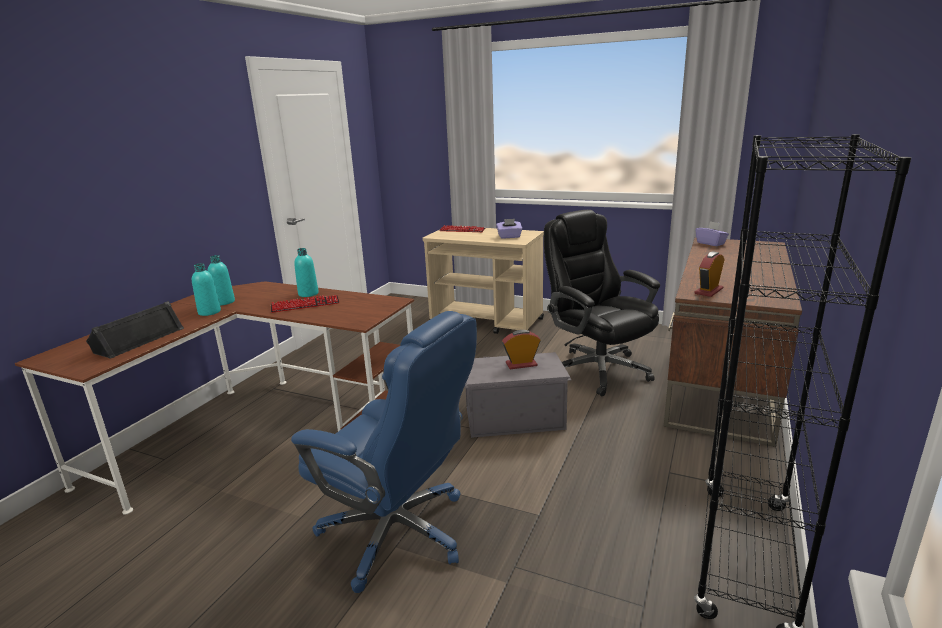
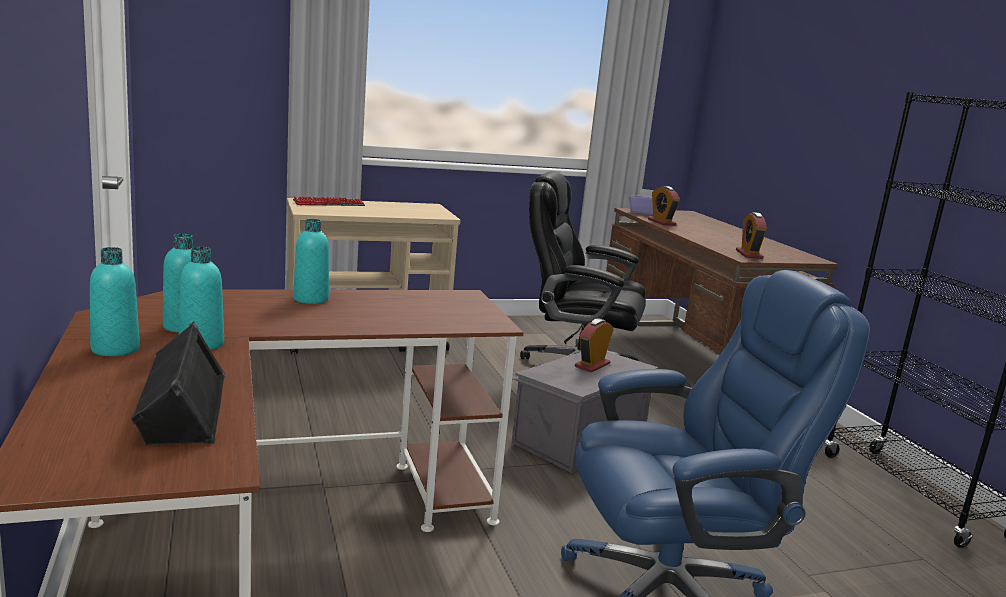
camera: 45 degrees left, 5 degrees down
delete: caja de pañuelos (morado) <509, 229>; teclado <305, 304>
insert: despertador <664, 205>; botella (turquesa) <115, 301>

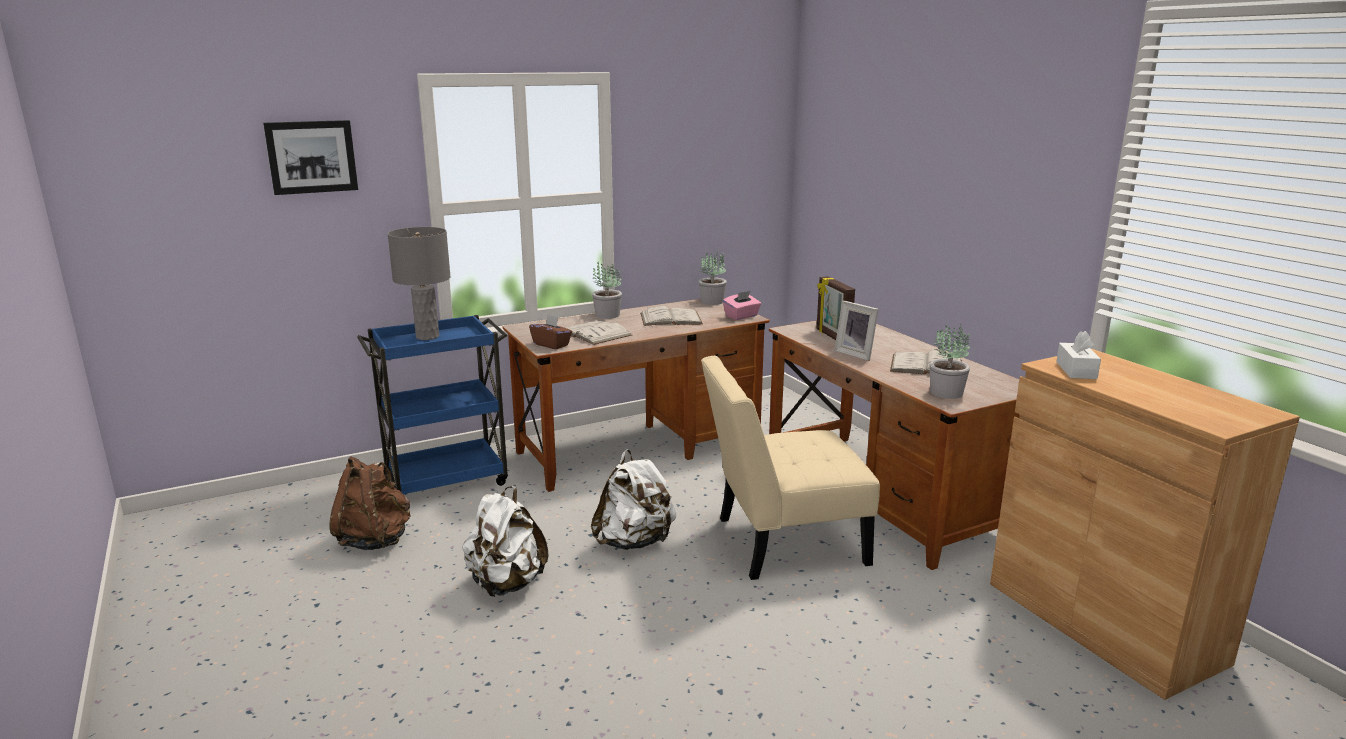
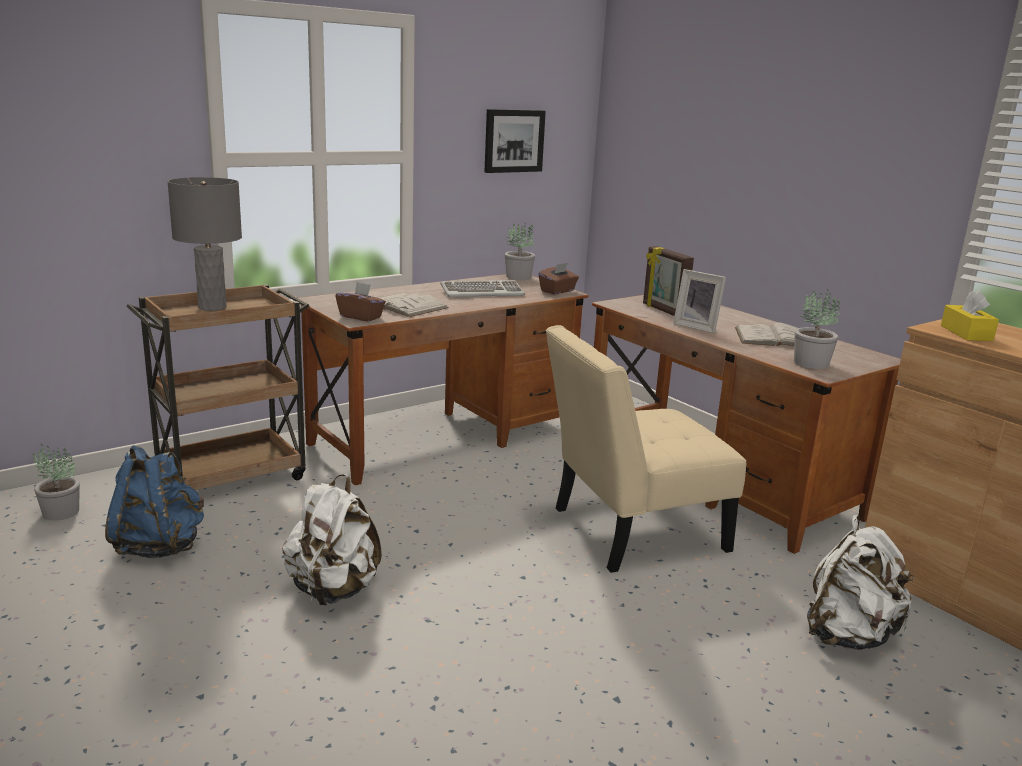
camera: 10 degrees left, 0 degrees up
move: cuadro <310, 157> to <515, 141>; planta en maceta <607, 290> to <56, 482>; mochila (blanco) <634, 500> to <861, 582>
replace: libro (blanco) <671, 316> to teclado <482, 288>
recolor: caja de pañuelos (rosa) <742, 305> to caja de pañuelos (marrón) <559, 278>; carrito (azul) <432, 404> to carrito (marrón) <218, 387>; caja de pañuelos (blanco) <1078, 355> to caja de pañuelos (amarillo) <970, 315>; mochila (marrón) <370, 503> to mochila (azul) <154, 501>

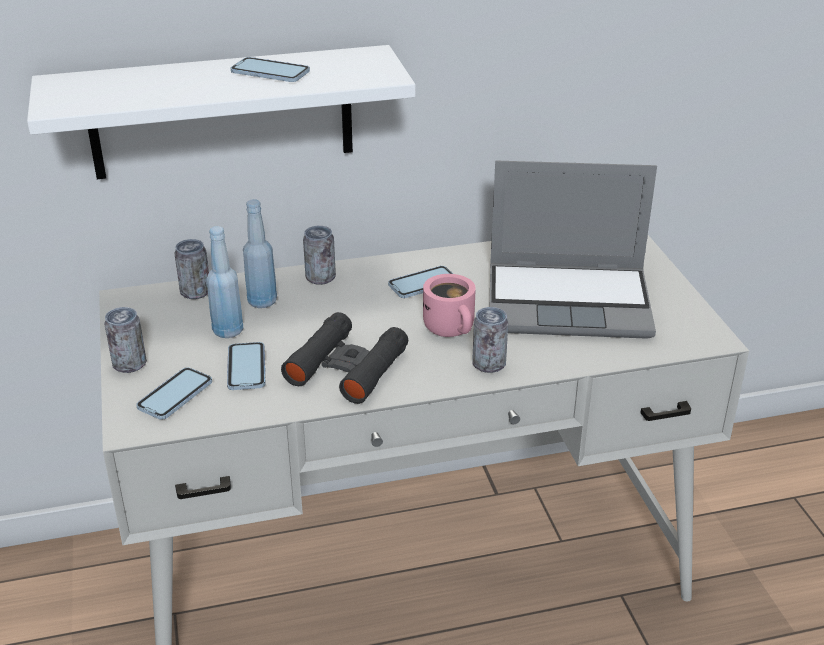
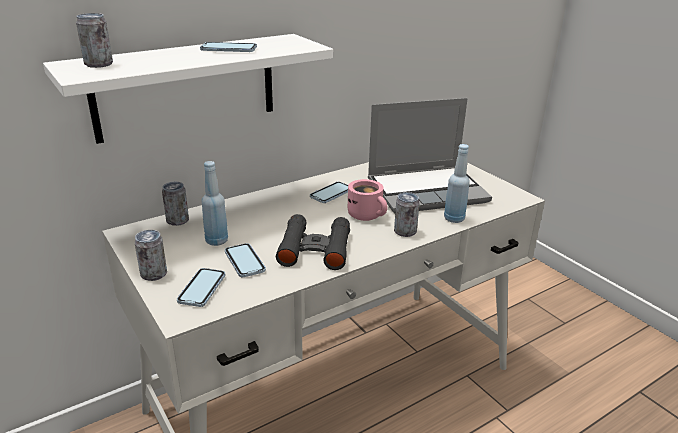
camera: 20 degrees left, 5 degrees down
move: botella (azul) <260, 253> to <457, 183>; lata <319, 255> to <94, 40>

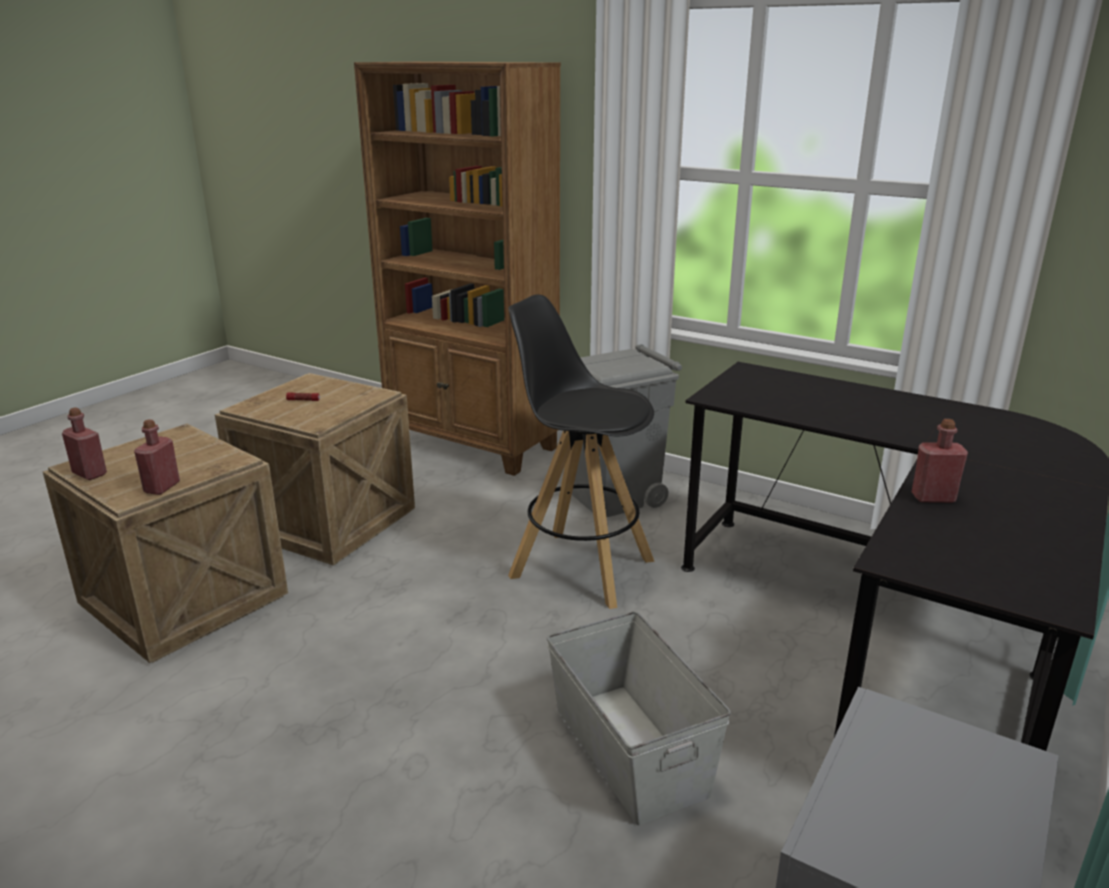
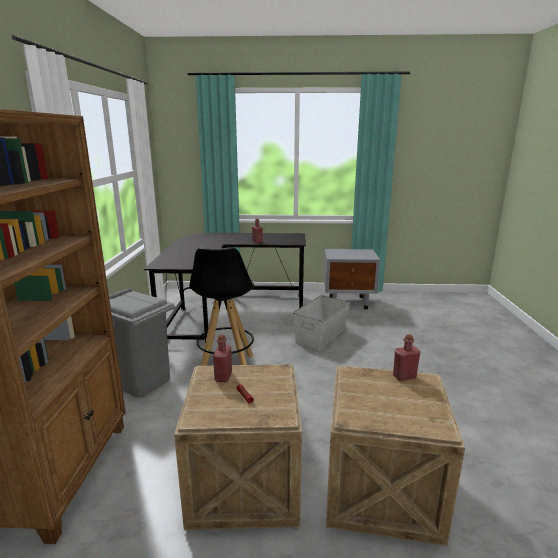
camera: 120 degrees left, 5 degrees down
move: botella (rojo) <84, 444> to <222, 358>

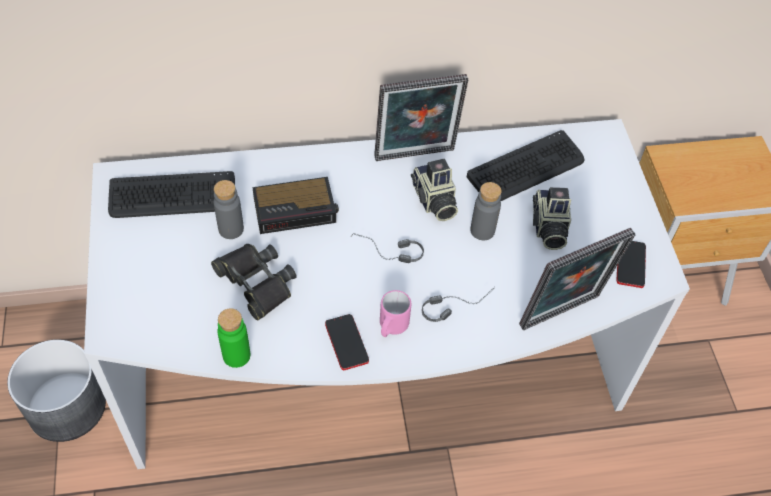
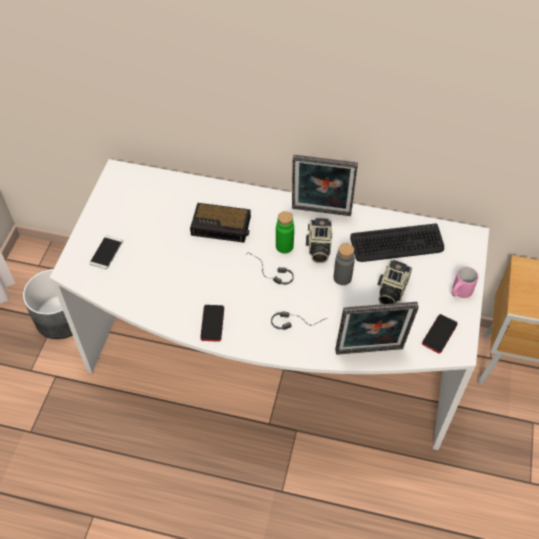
camera: 25 degrees right, 0 degrees up
delete: teclado <171, 194>; botella (gris) <229, 209>; prismáticos (negro) <254, 282>
insert: móvil <106, 252>
move: taza grande (rosa) <395, 313> to <465, 282>; botella (verde) <234, 338> to <285, 232>

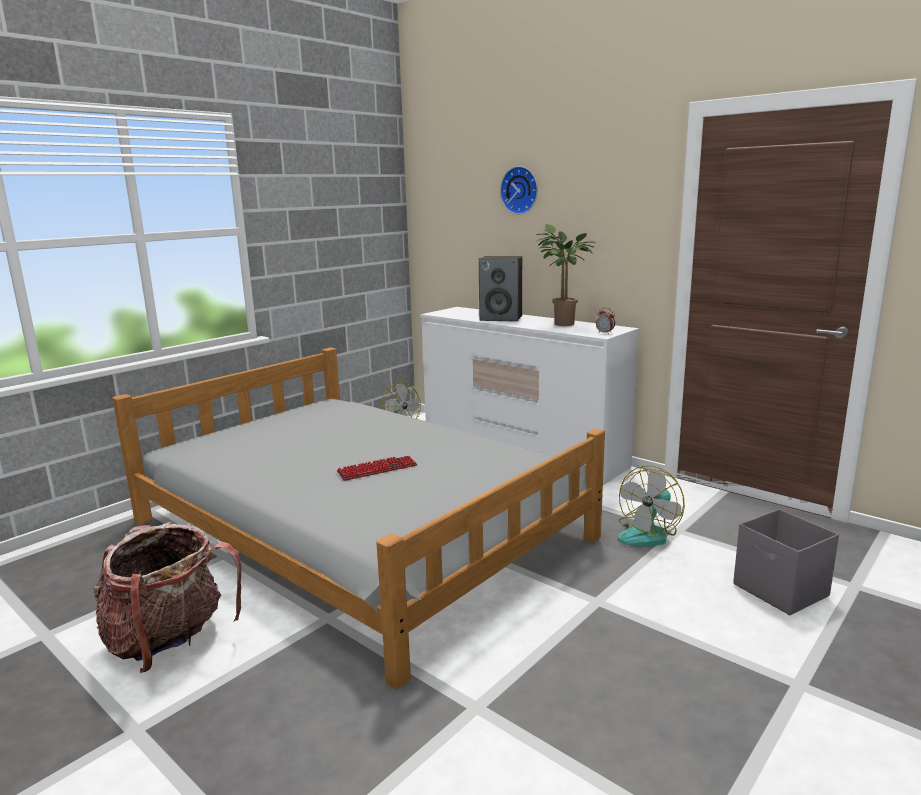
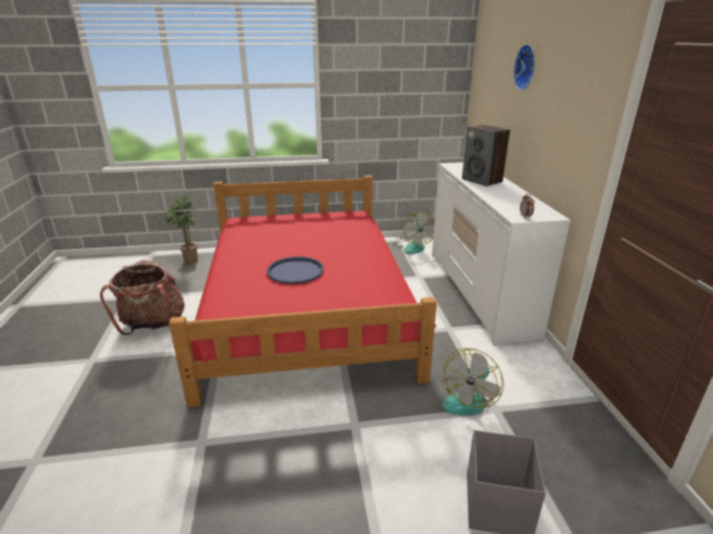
camera: 40 degrees right, 10 degrees up
move: planta en maceta <566, 275> to <180, 229>
replace: teclado <377, 468> to bandeja (azul) <295, 270>
recolor: cama (gris) <358, 518> to cama (rojo) <303, 291>
rotate: ventilador <651, 506> = <473, 381> 45 degrees counterclockwise

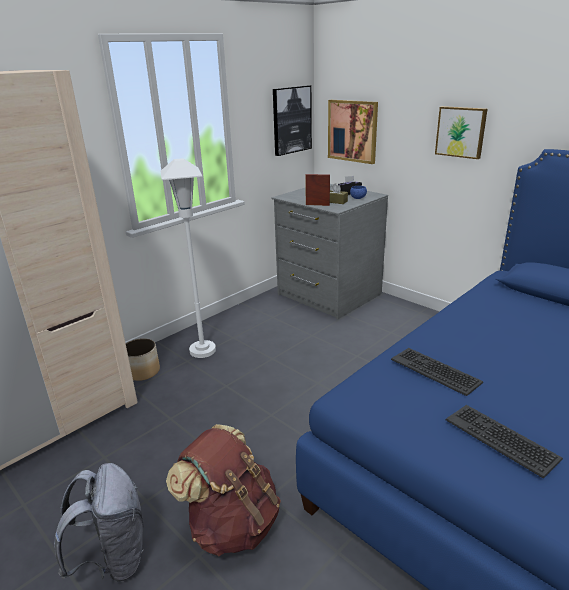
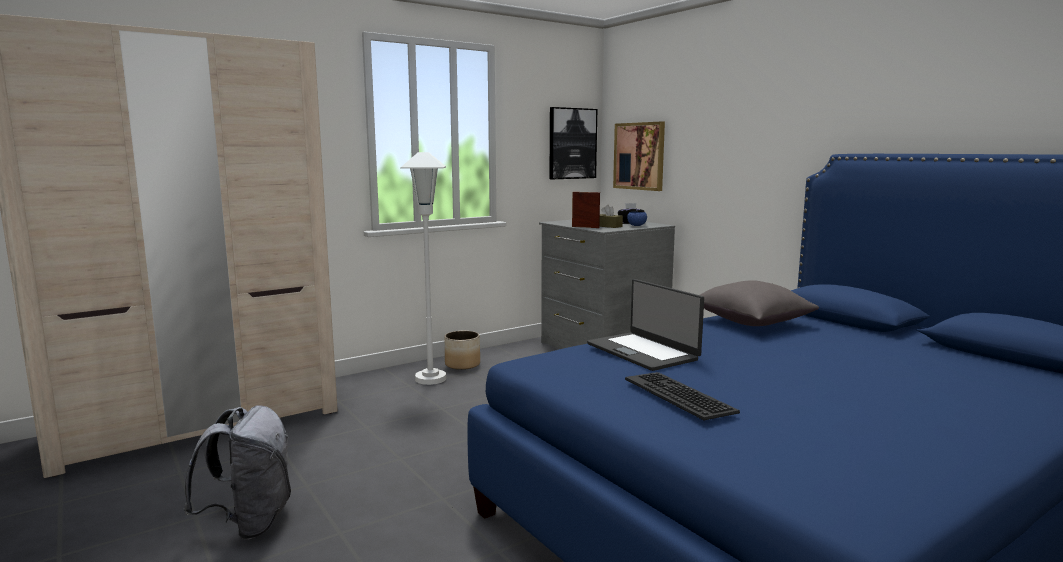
camera: 10 degrees right, 15 degrees down
delete: cuadro <461, 132>; mochila (marrón) <223, 490>
insert: cojín (gris) <759, 303>
move: maceta <143, 359> to <462, 350>
replace: teclado <437, 372> to portátil <645, 325>

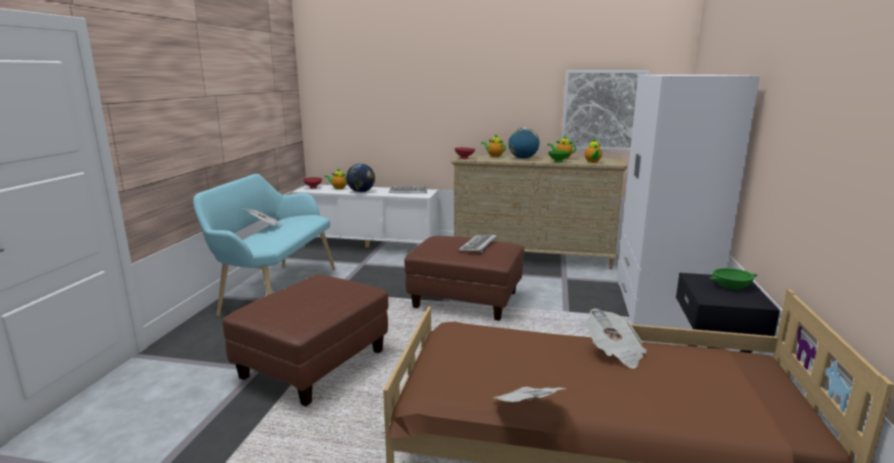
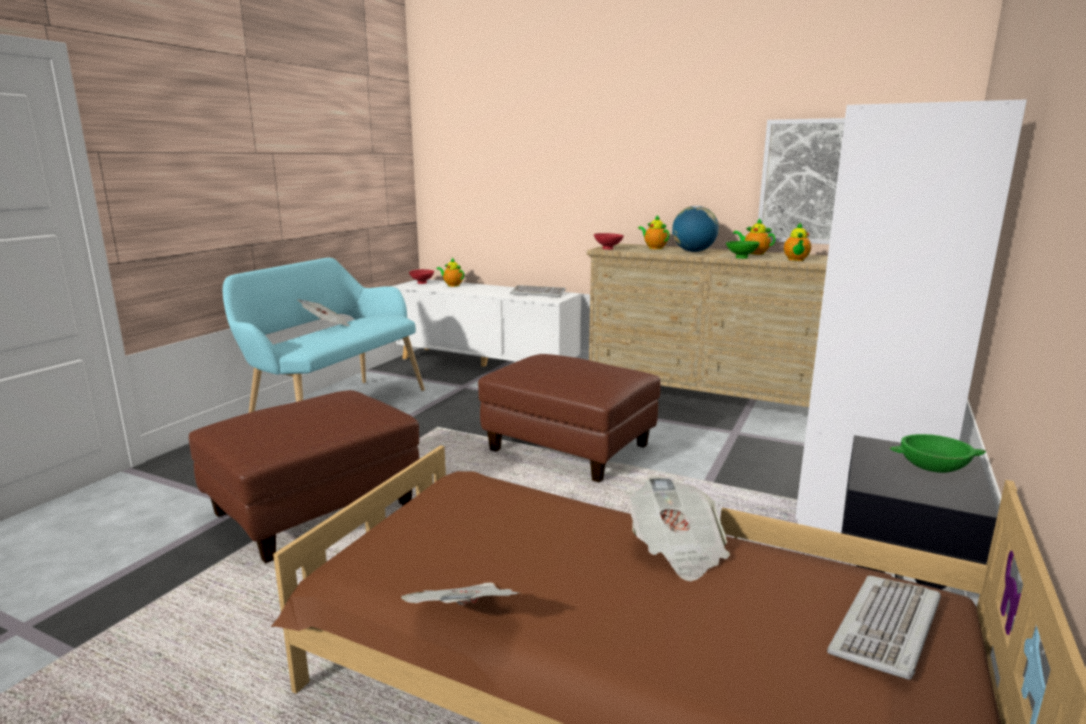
camera: 15 degrees right, 0 degrees up
delete: globo terráqueo <360, 178>
move: teclado <478, 243> to <884, 627>

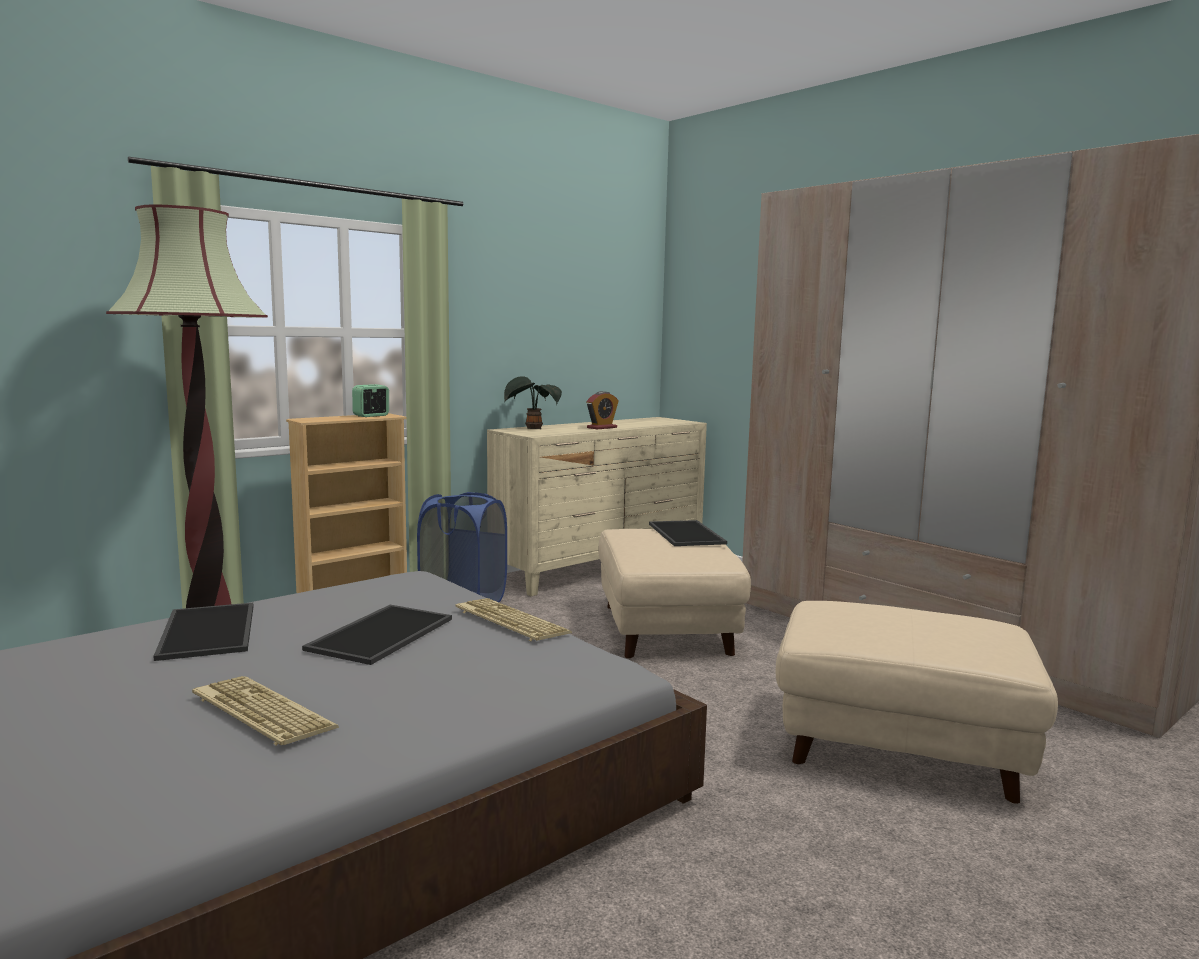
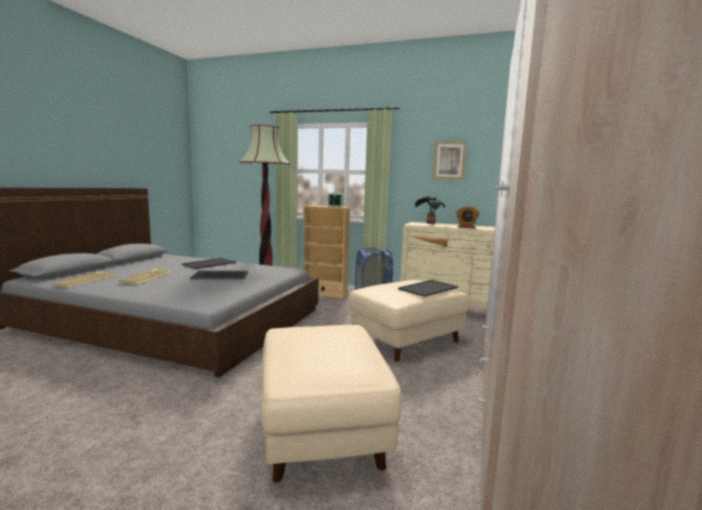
camera: 60 degrees right, 0 degrees up
insert: cuadro <449, 160>
move: teclado <513, 619> to <84, 279>

